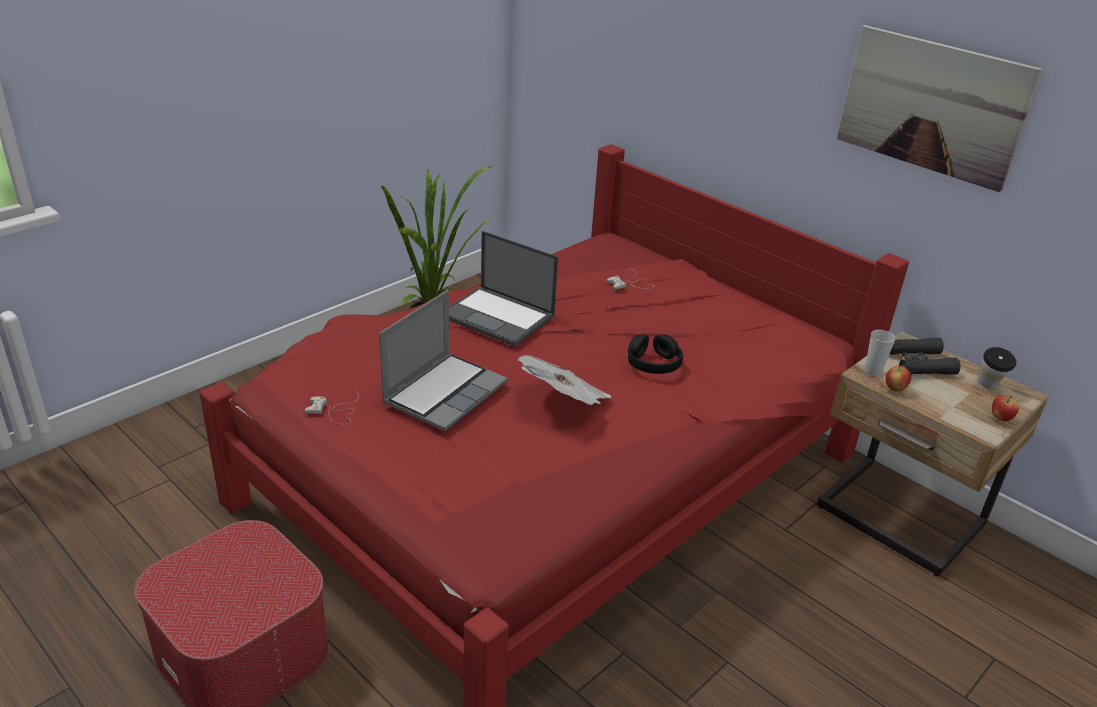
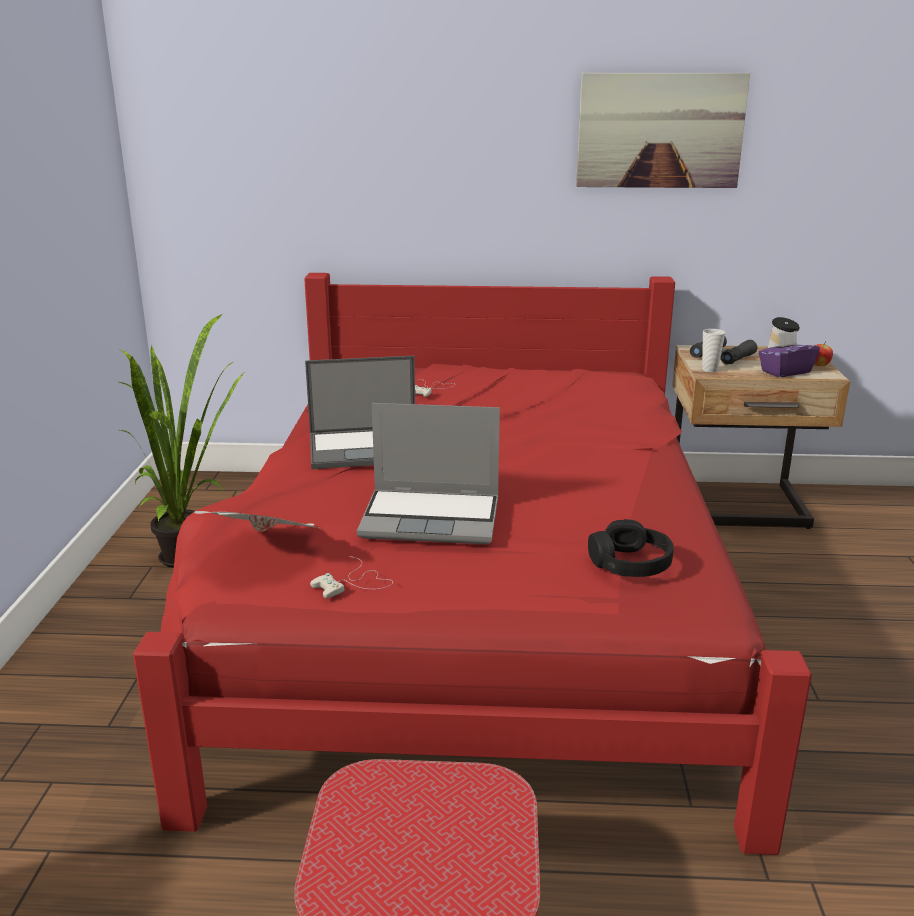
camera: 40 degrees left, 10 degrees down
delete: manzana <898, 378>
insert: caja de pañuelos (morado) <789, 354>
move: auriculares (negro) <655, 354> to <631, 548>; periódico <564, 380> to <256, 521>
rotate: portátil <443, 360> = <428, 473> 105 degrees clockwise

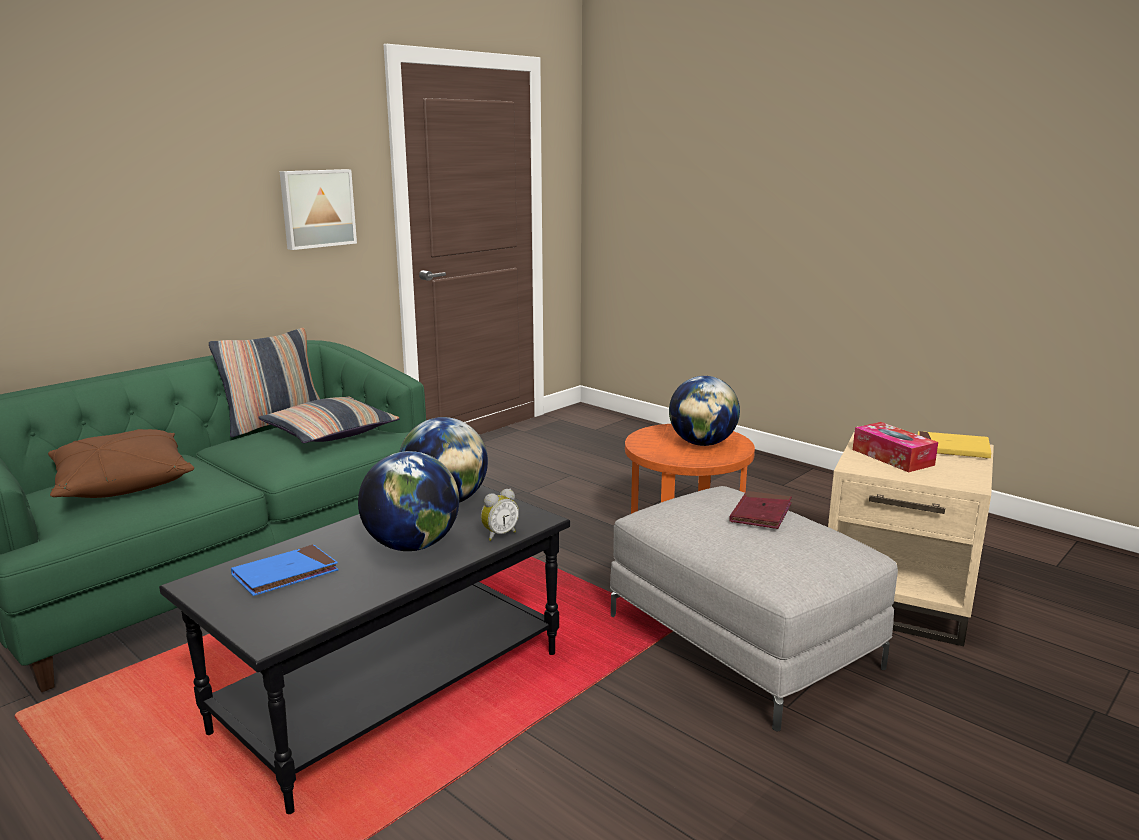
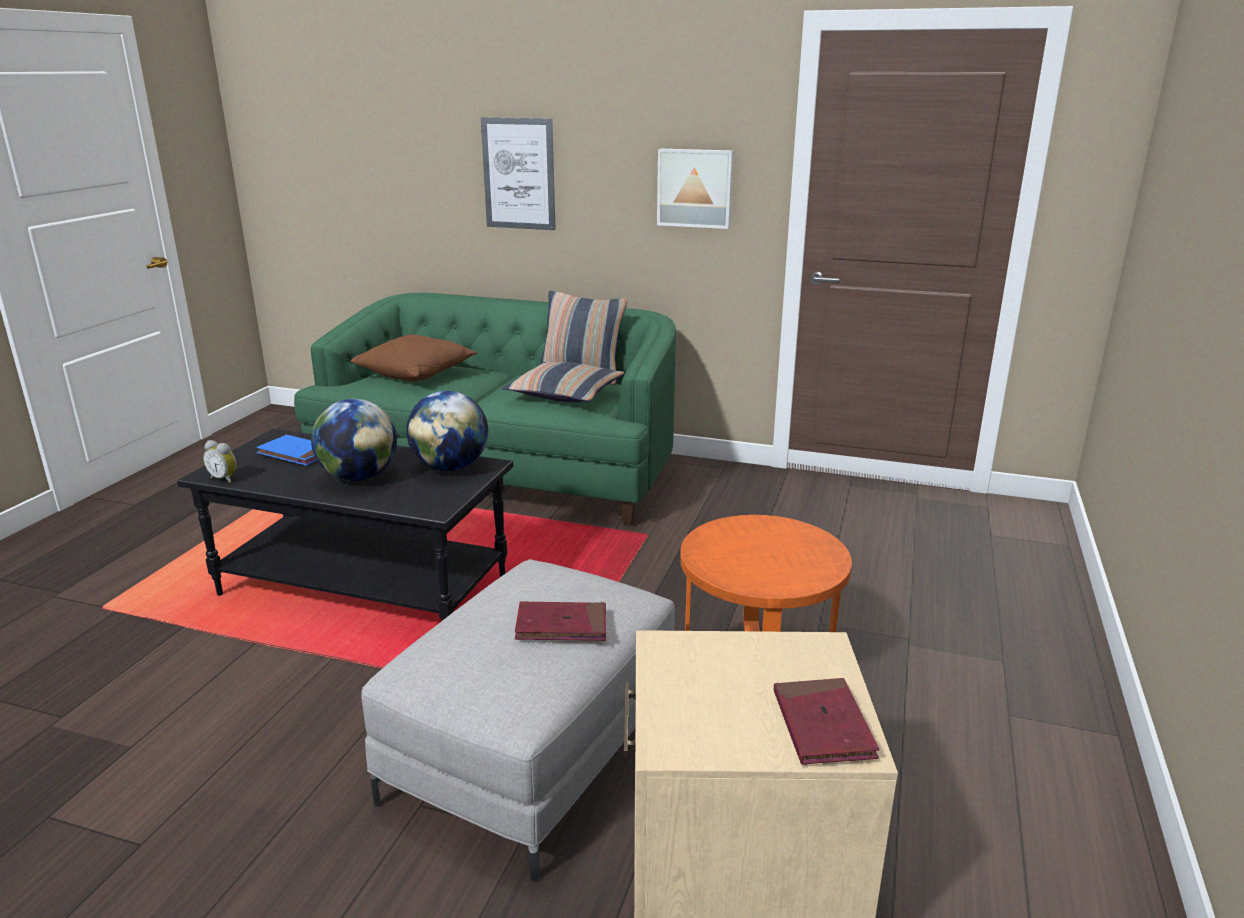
camera: 65 degrees right, 5 degrees up
delete: globo terráqueo <704, 411>; caja de pañuelos <895, 447>
insert: cuadro <518, 173>
move: despertador <500, 515> to <220, 461>
recolor: libro (amarillo) <954, 444> to libro (rojo) <826, 721>

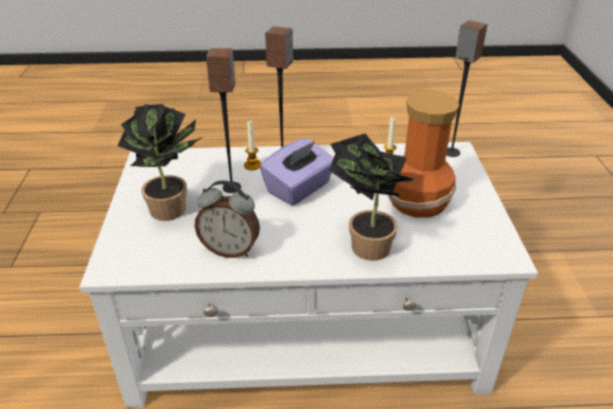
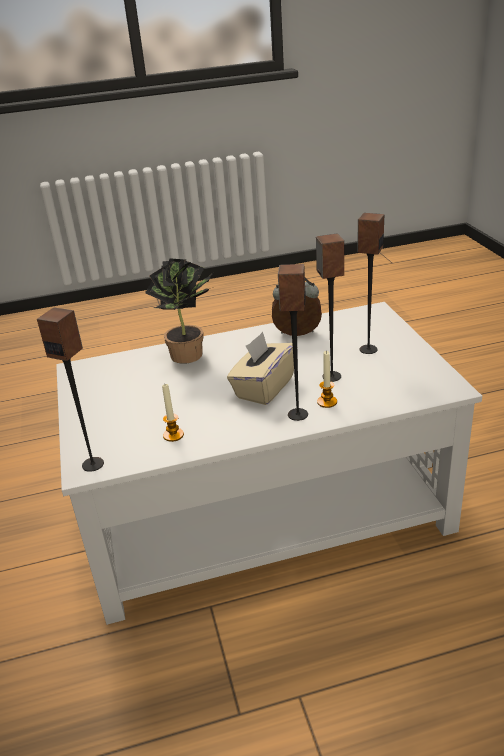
camera: 170 degrees right, 5 degrees down
delete: florero <424, 154>
replace: planta en maceta <160, 162> to altavoz <370, 283>
recolor: caja de pañuelos (morado) <297, 171> to caja de pañuelos (beis) <260, 368>

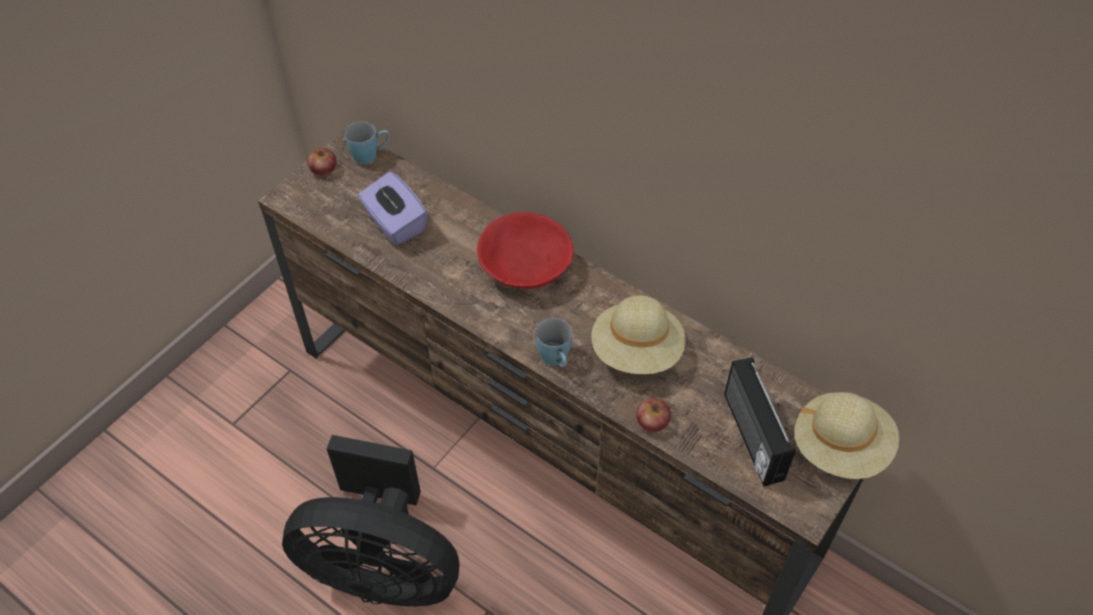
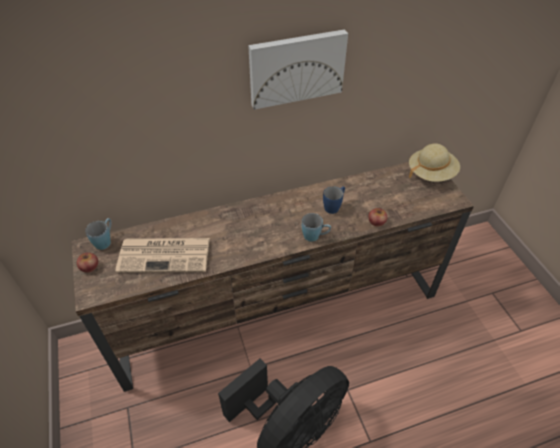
camera: 55 degrees left, 5 degrees down
delete: cuenco (rojo) <525, 250>; radio <760, 422>
insert: cuadro <298, 69>
replace: caja de pañuelos (morado) <392, 208> to periódico <162, 255>; sombrero (beis) <638, 334> to taza grande (azul) <334, 200>

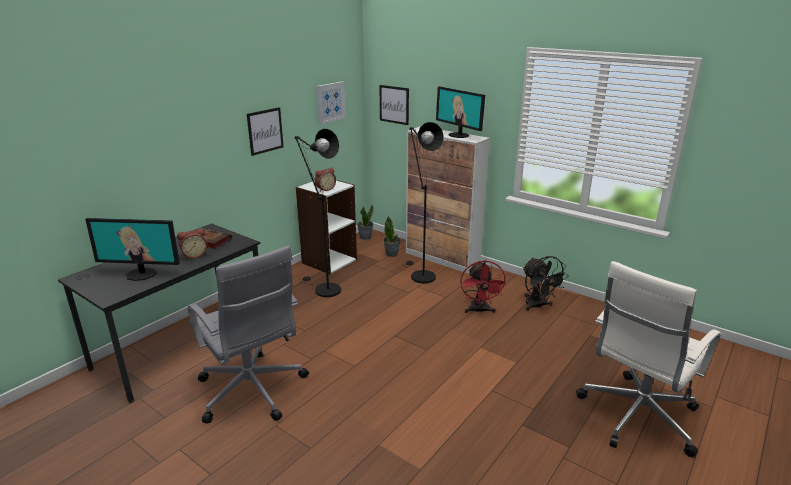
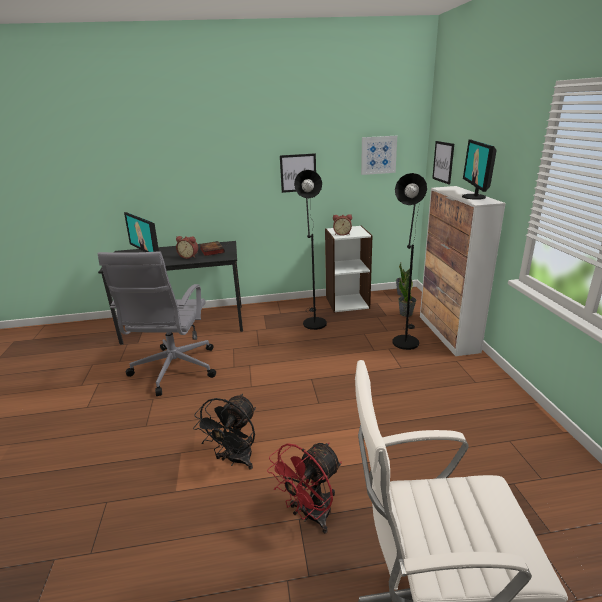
camera: 45 degrees right, 0 degrees up
move: ventilador (negro) <546, 283> to <224, 432>; ventilador (rojo) <483, 287> to <304, 488>

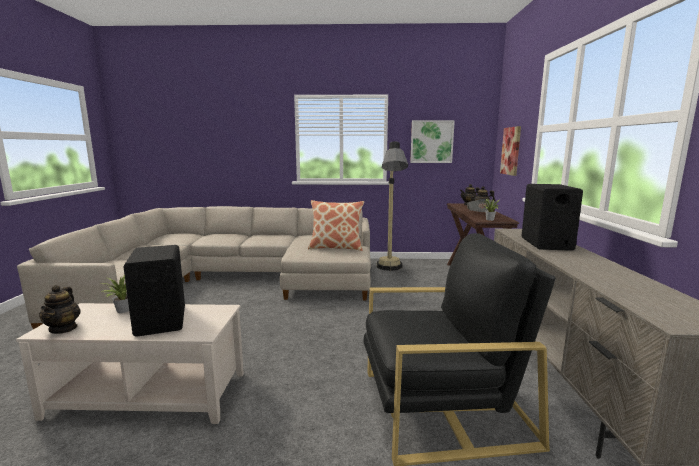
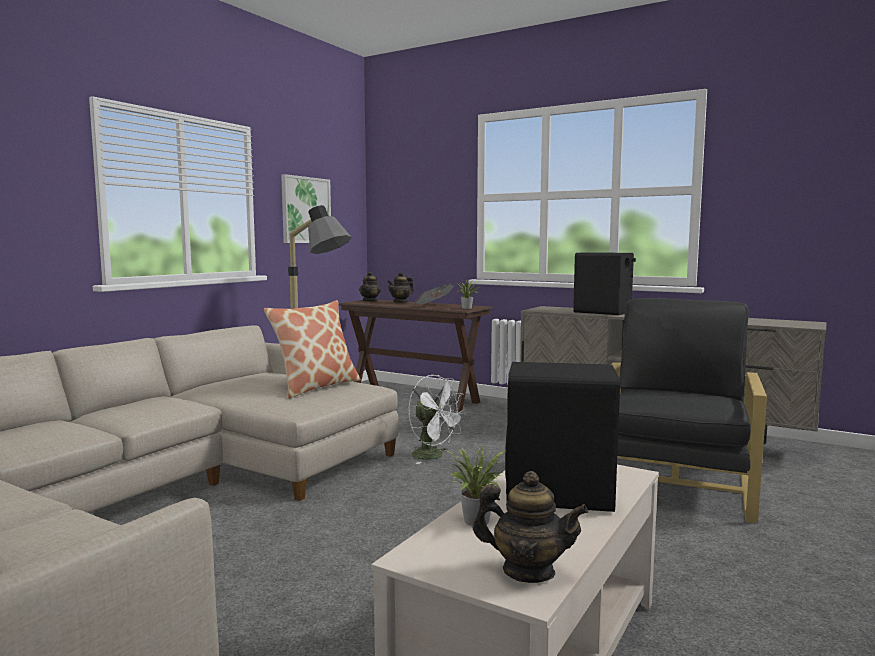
camera: 60 degrees left, 5 degrees down
delete: cuadro <510, 151>
insert: ventilador (blanco) <437, 419>

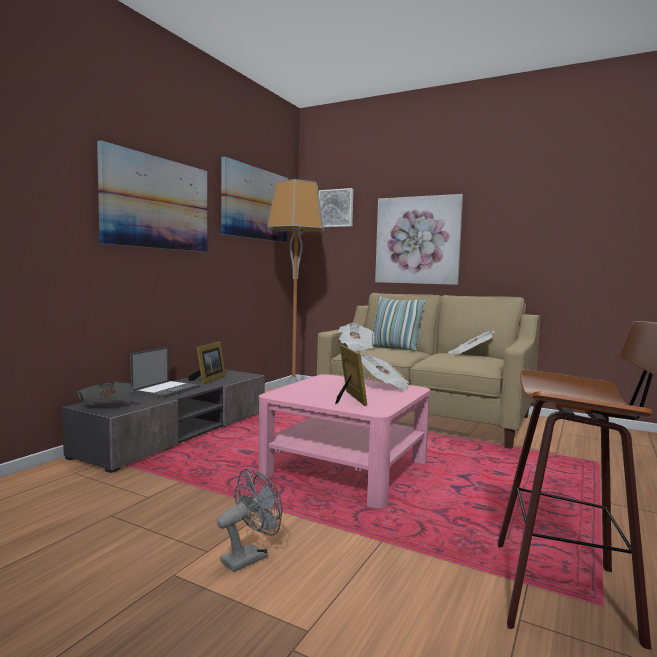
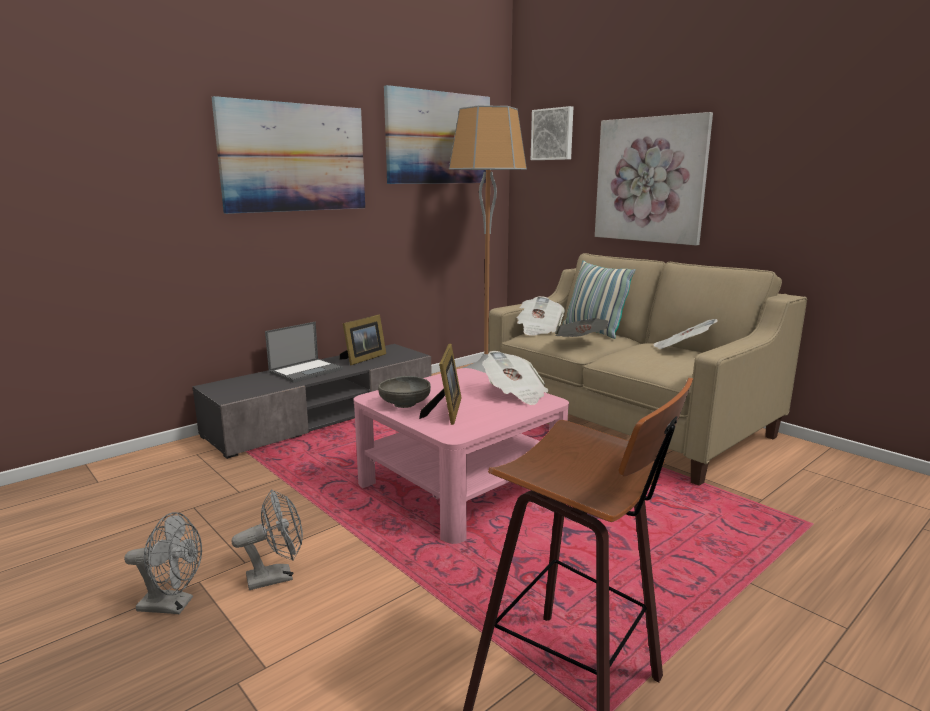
camera: 20 degrees right, 10 degrees up
insert: cuenco (gris) <404, 392>; ventilador (gris) <163, 563>
move: periódico <106, 392> to <581, 327>

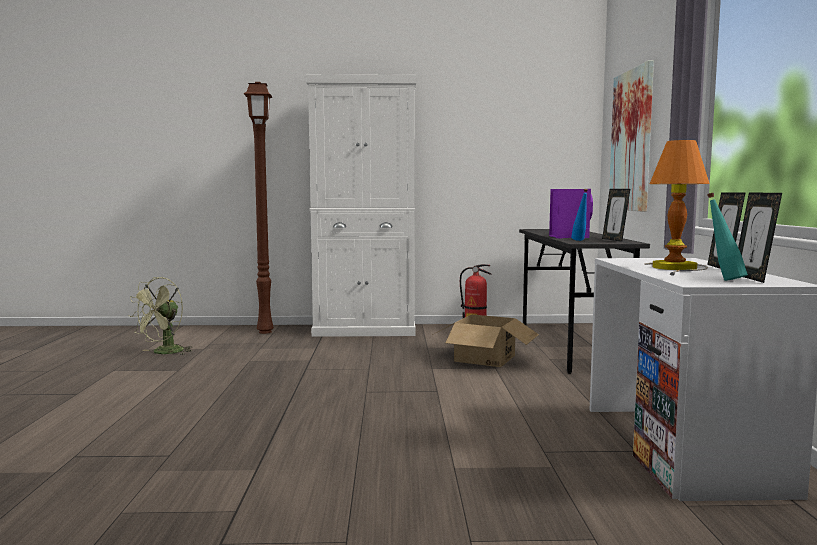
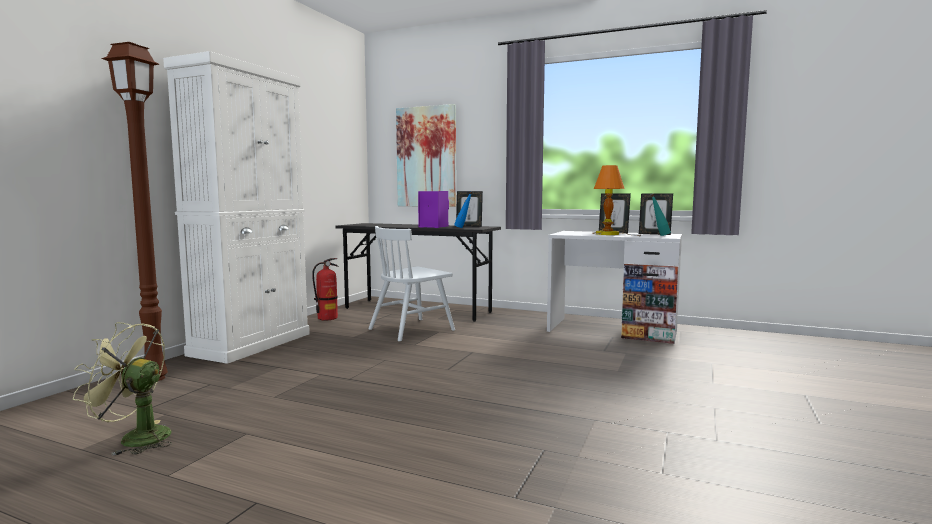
camera: 65 degrees left, 0 degrees up
replace: caja de cartón <486, 340> to silla (blanco) <411, 283>
rotate: ventilador (verde) <160, 316> = <122, 389> 135 degrees clockwise

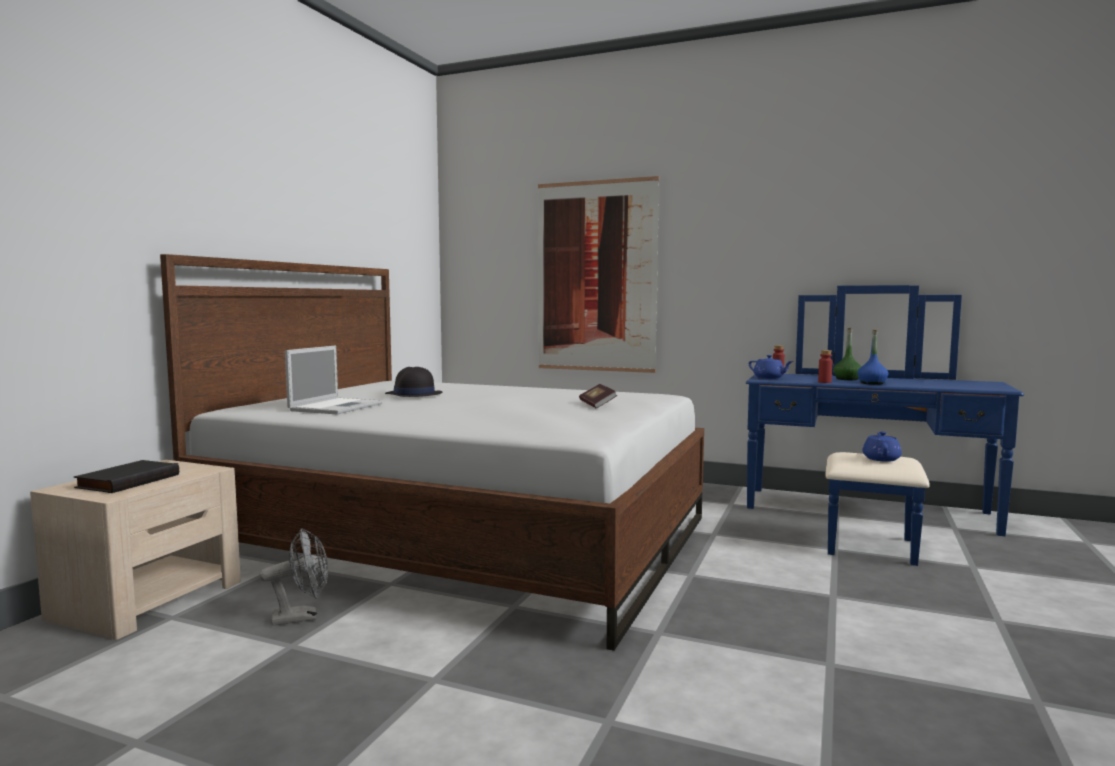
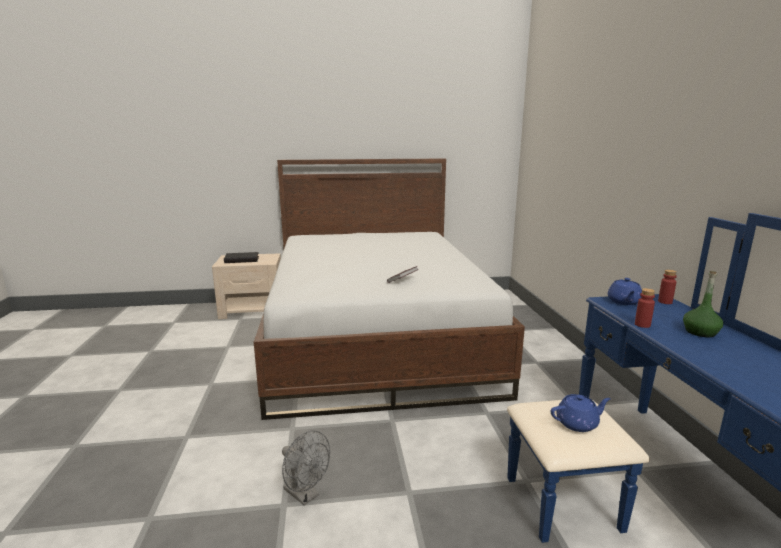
camera: 60 degrees right, 10 degrees up
delete: cuadro <598, 274>; botella (azul) <872, 357>; portátil <334, 379>; sombrero (negro) <414, 382>
move: ventilador (gris) <293, 577> to <306, 468>

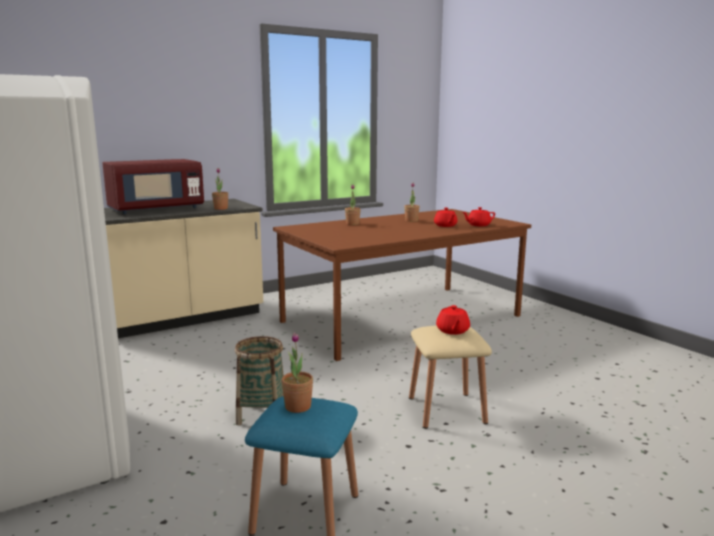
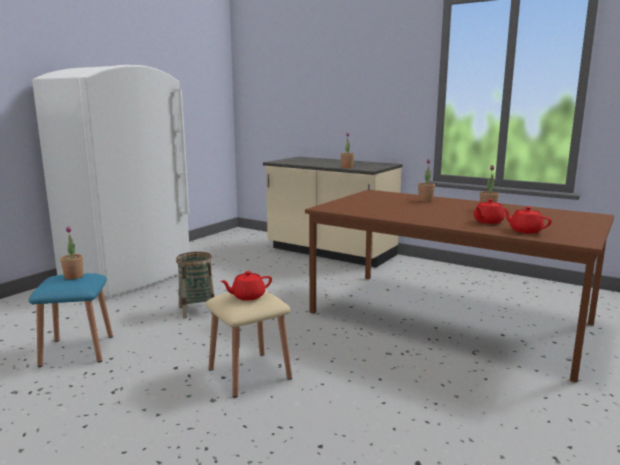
camera: 65 degrees right, 0 degrees up
delete: microondas (rojo) <153, 186>

